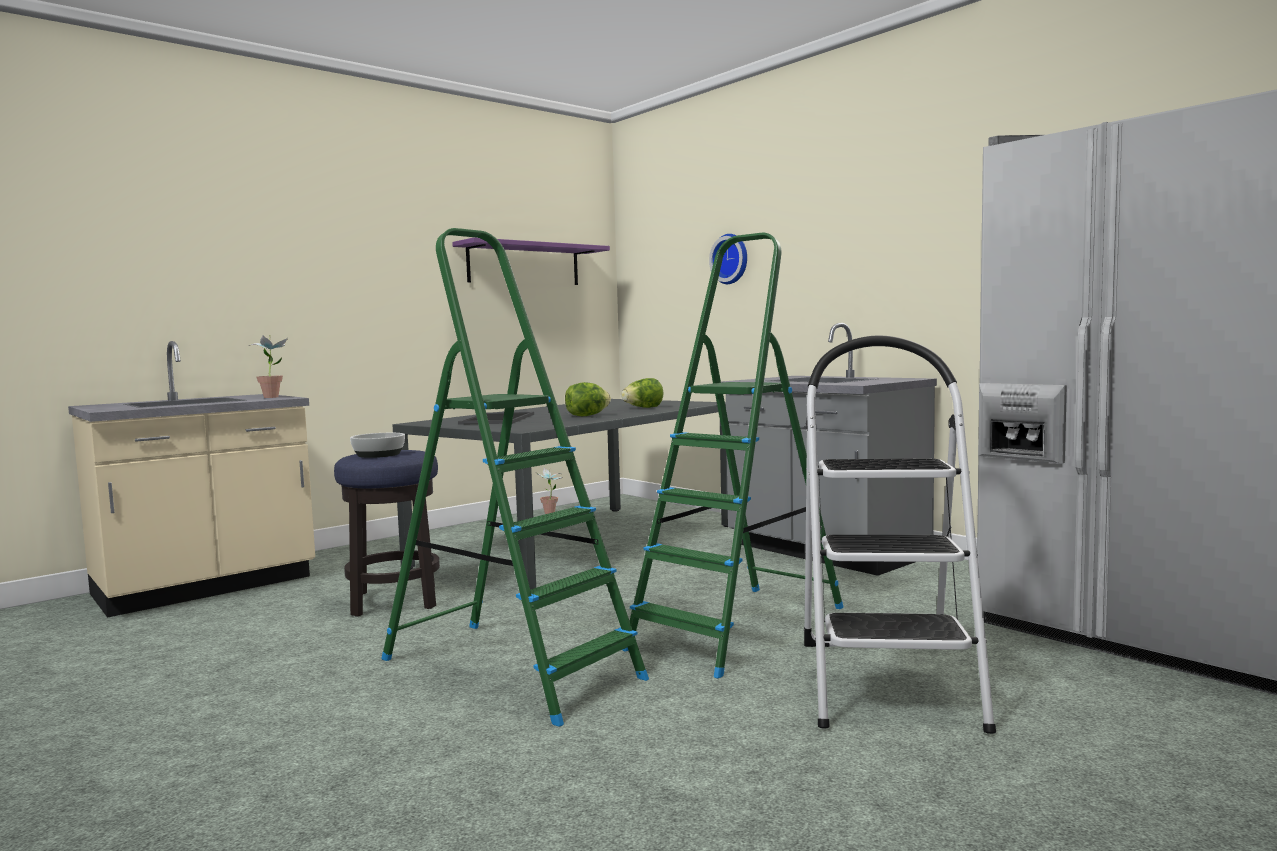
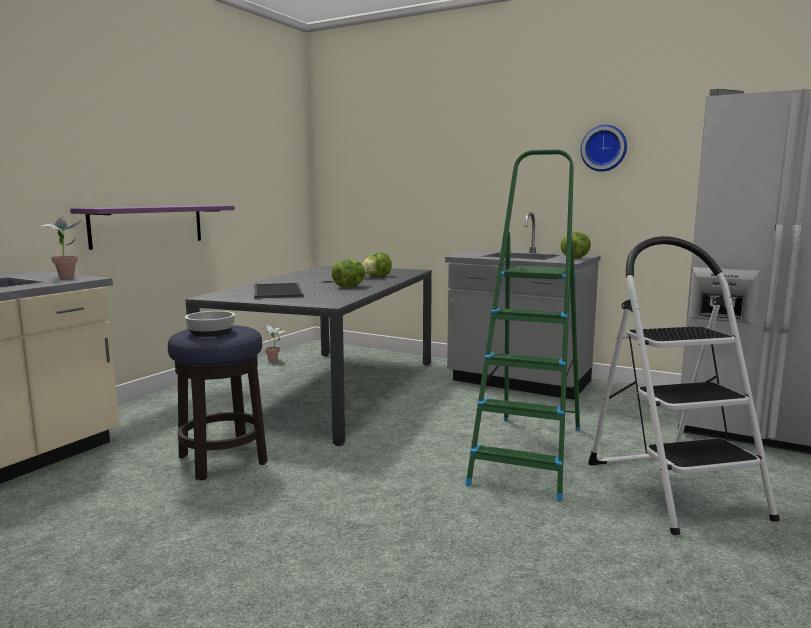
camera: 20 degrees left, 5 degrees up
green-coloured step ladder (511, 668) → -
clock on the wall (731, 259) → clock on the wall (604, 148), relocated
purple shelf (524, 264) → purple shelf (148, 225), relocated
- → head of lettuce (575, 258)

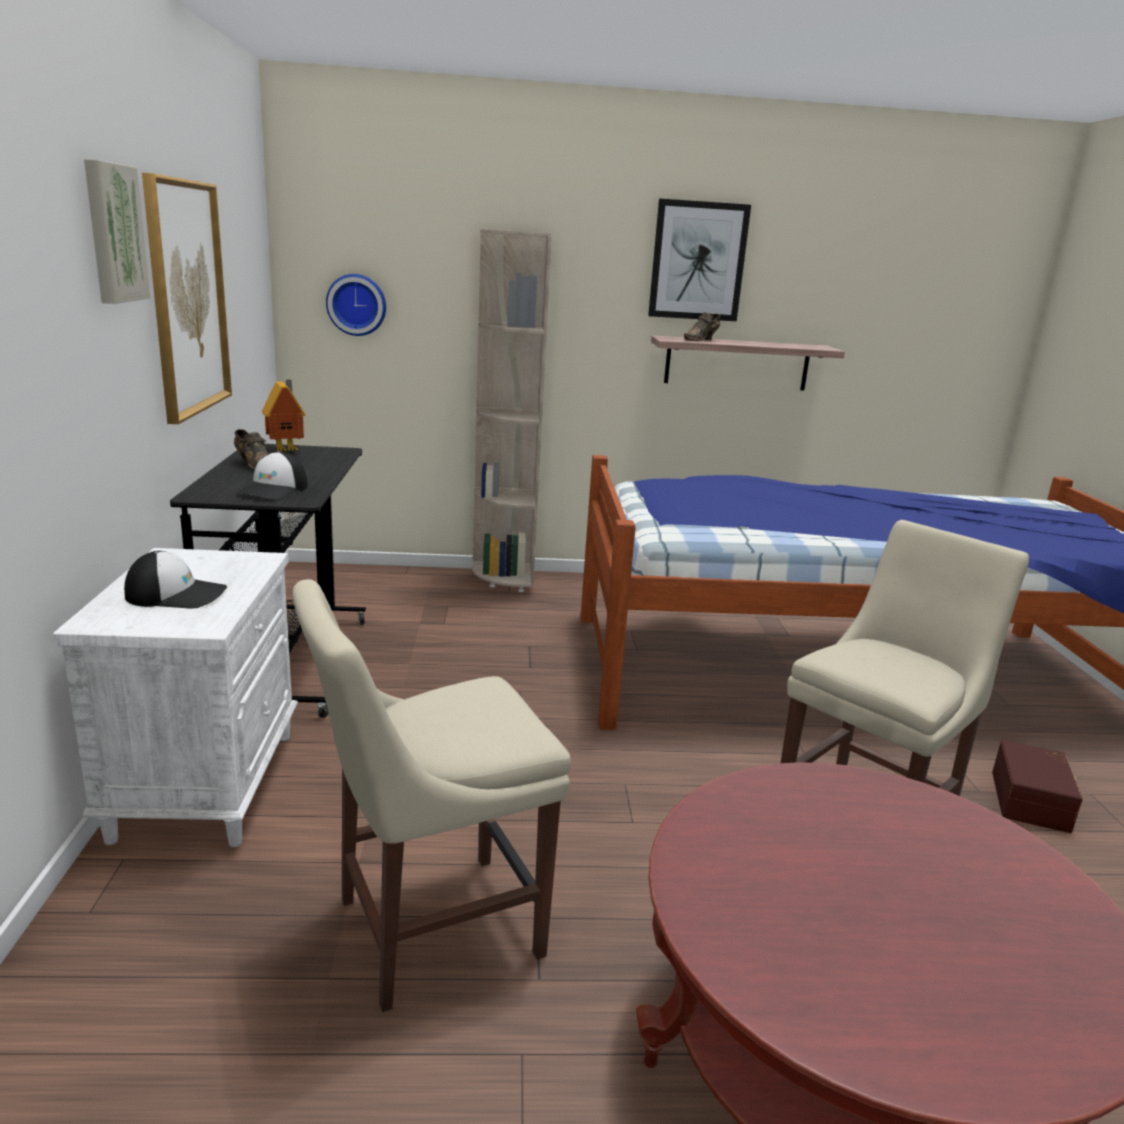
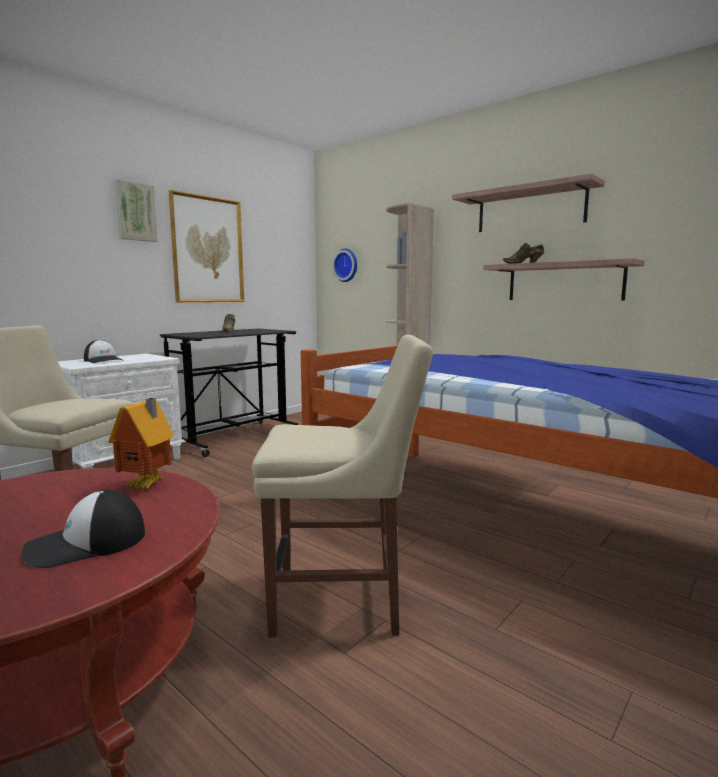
camera: 45 degrees right, 10 degrees down
wall art (698, 261) → shelf (530, 209)
model house (287, 450) → model house (148, 485), relocated
baseball cap (274, 490) → baseball cap (86, 544), relocated
brownish storage container (1032, 801) → -

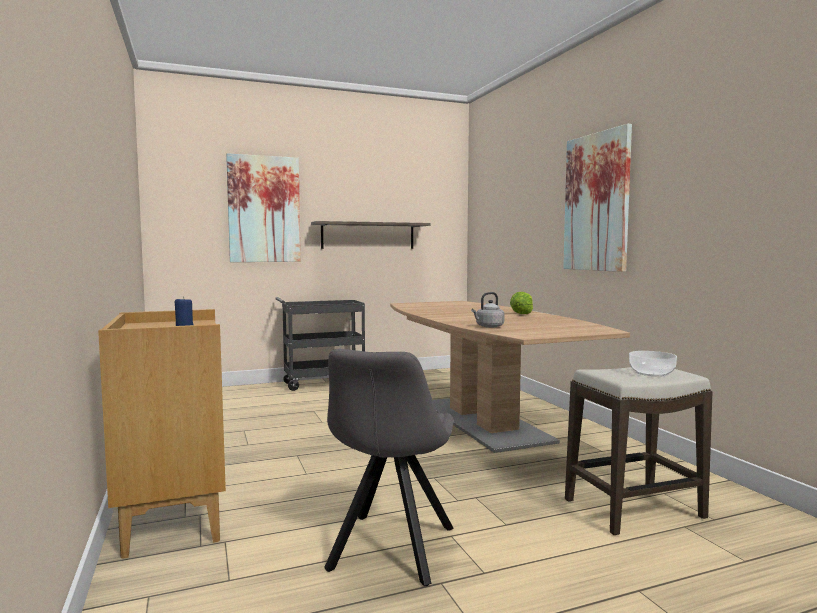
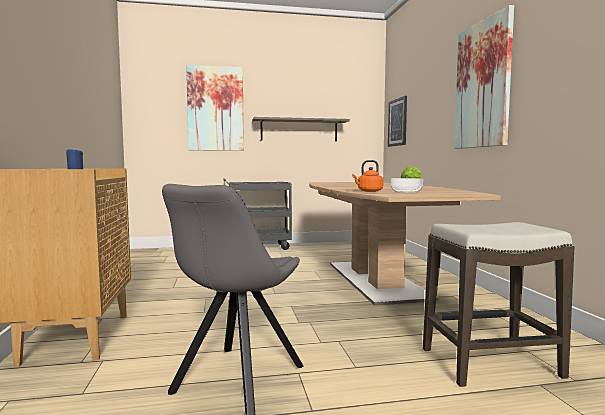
camera: 10 degrees right, 0 degrees up
gray kettle (488, 326) → orange-coloured kettle (369, 191)
serving bowl (652, 373) → serving bowl (406, 192), relocated
- → wall art (397, 122)

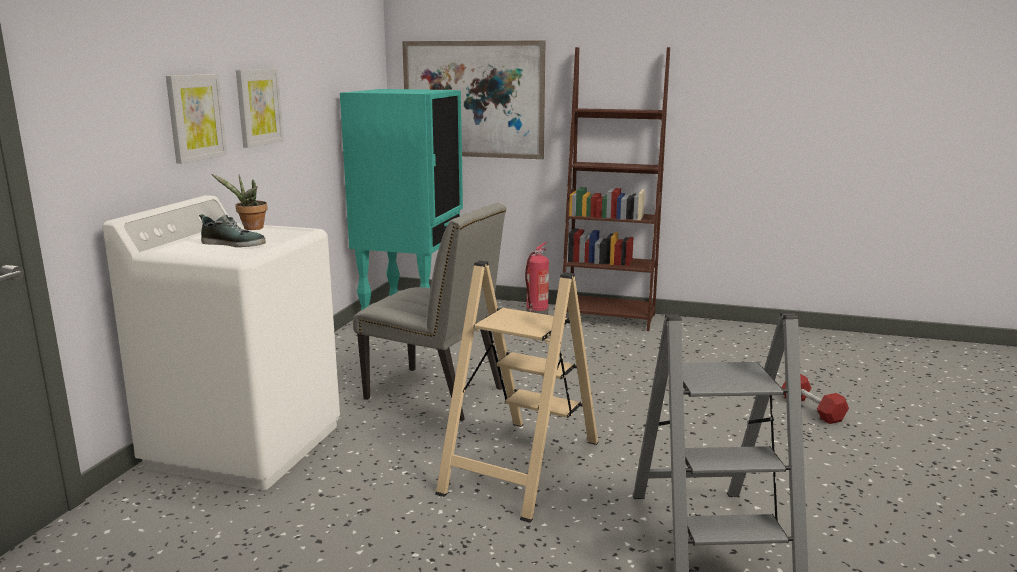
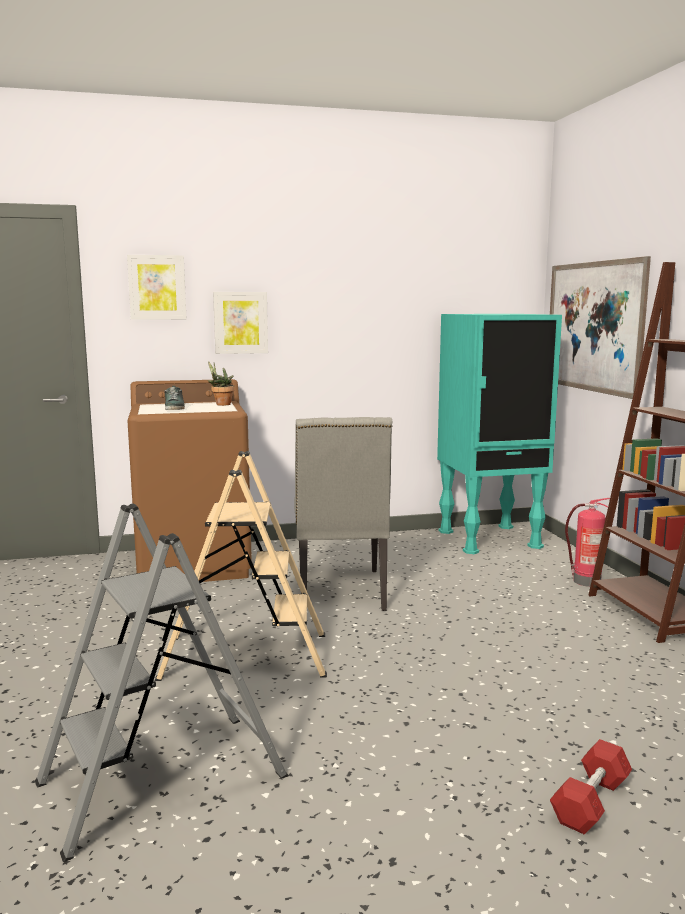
camera: 60 degrees right, 5 degrees down
wall art (258, 107) → wall art (157, 287), relocated
white-coloured washing machine (246, 445) → brownish washing machine (194, 564)

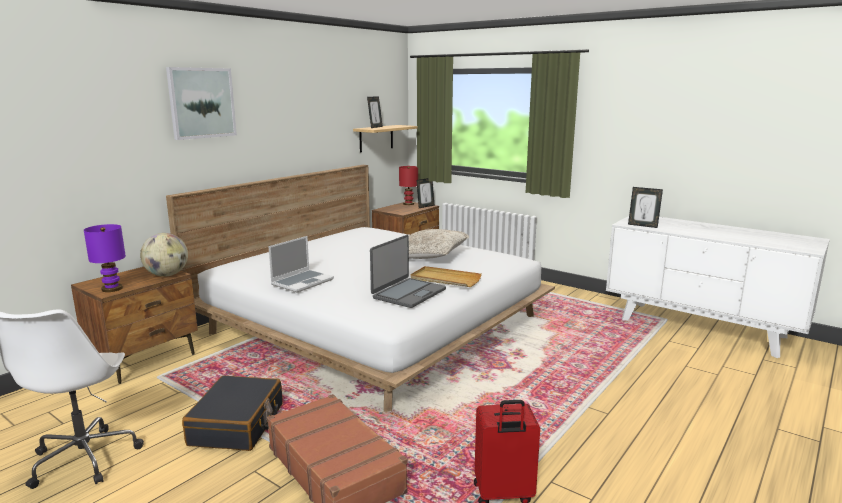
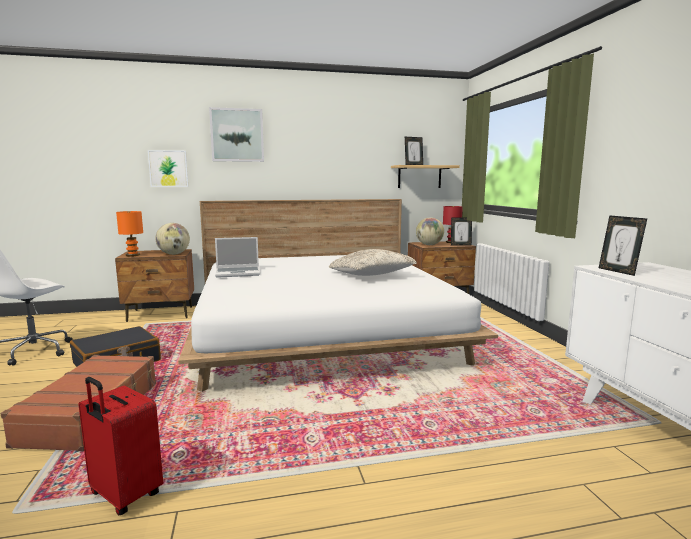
camera: 40 degrees right, 5 degrees down
purple tabletop lamp (112, 288) → orange-coloured tabletop lamp (133, 255)
laptop (408, 293) → -
beige-coloured carrying tray (445, 279) → -
- → wall art (168, 168)
- → globe (429, 245)

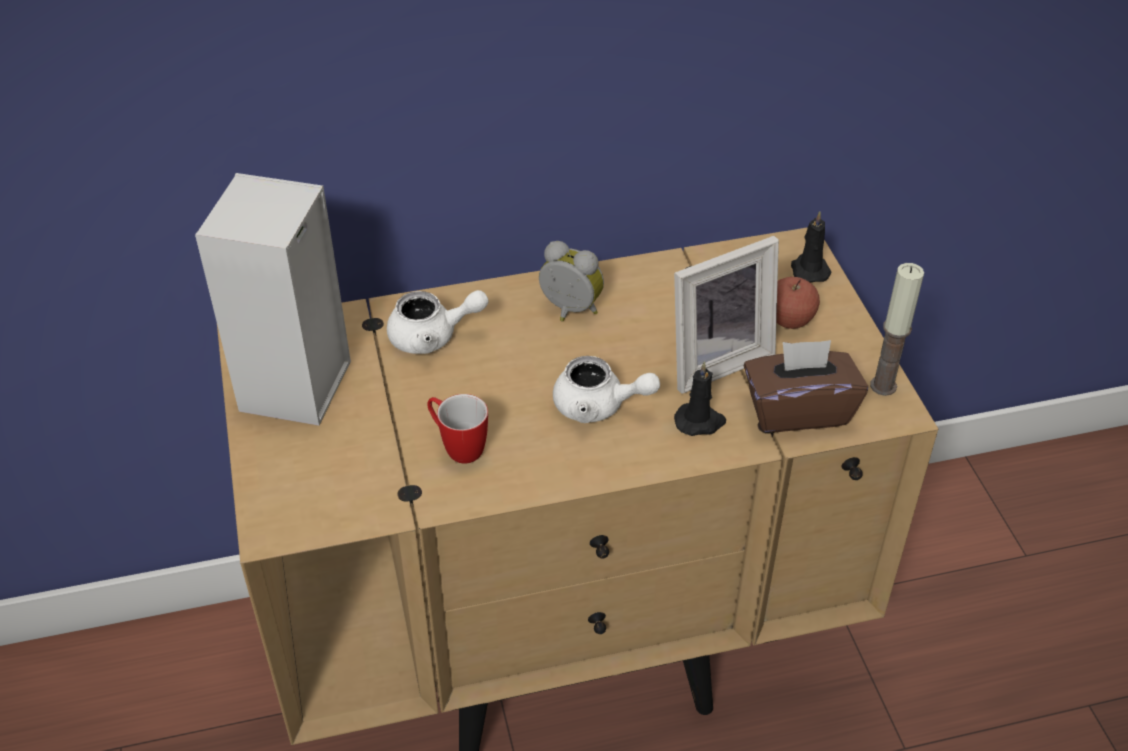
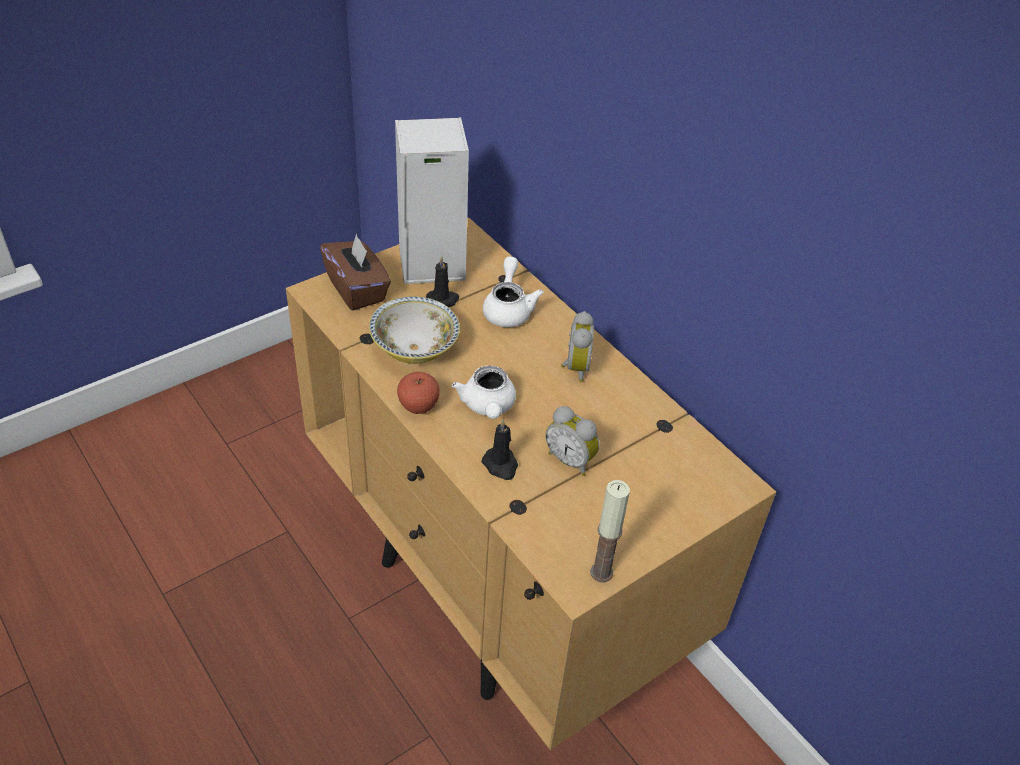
camera: 65 degrees right, 0 degrees up
black-coloured wax light (809, 269) → black-coloured wax light (442, 300), relocated
standing frame (715, 359) → alarm clock (571, 459)
whole apple (789, 320) → whole apple (418, 406), relocated
white-coloured pot for tea (433, 336) → white-coloured pot for tea (508, 309), 150 degrees counterclockwise
brownish tissue holder (798, 410) → brownish tissue holder (357, 289), relocated
tea mug (457, 447) → serving bowl (415, 348)

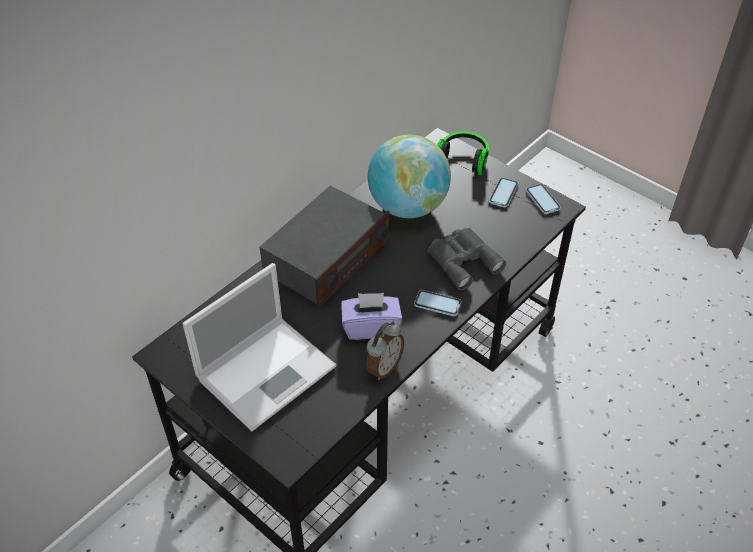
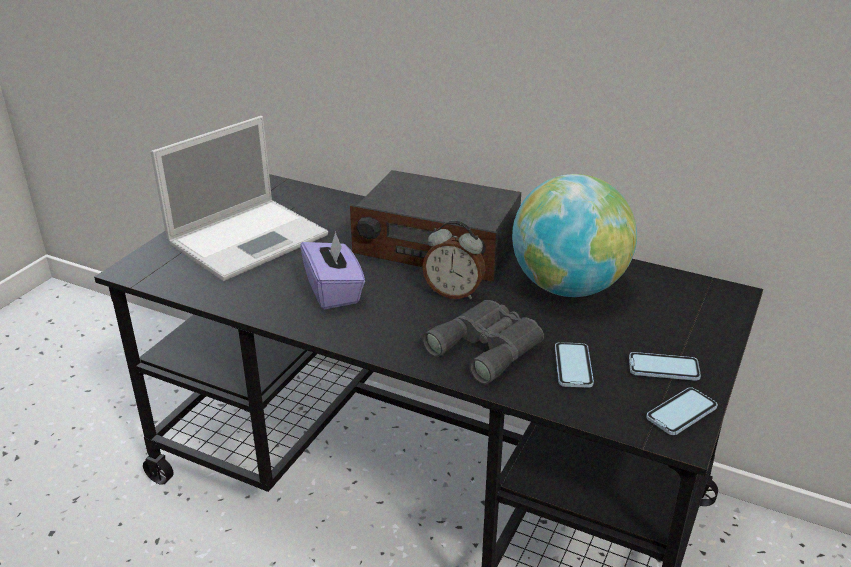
camera: 75 degrees right, 15 degrees down
pair of headphones (463, 159) → -
laptop (268, 371) → laptop (250, 238), 75 degrees counterclockwise
phone (437, 304) → phone (573, 366), relocated
alarm clock (384, 367) → alarm clock (453, 293), relocated

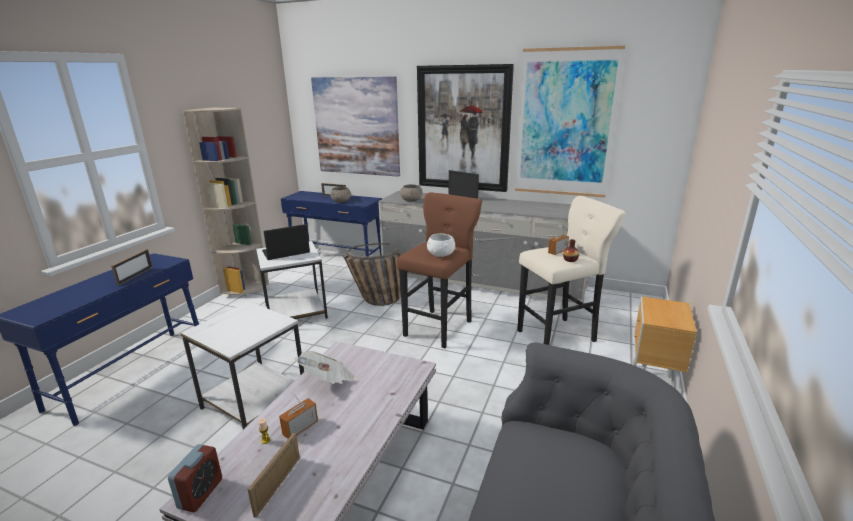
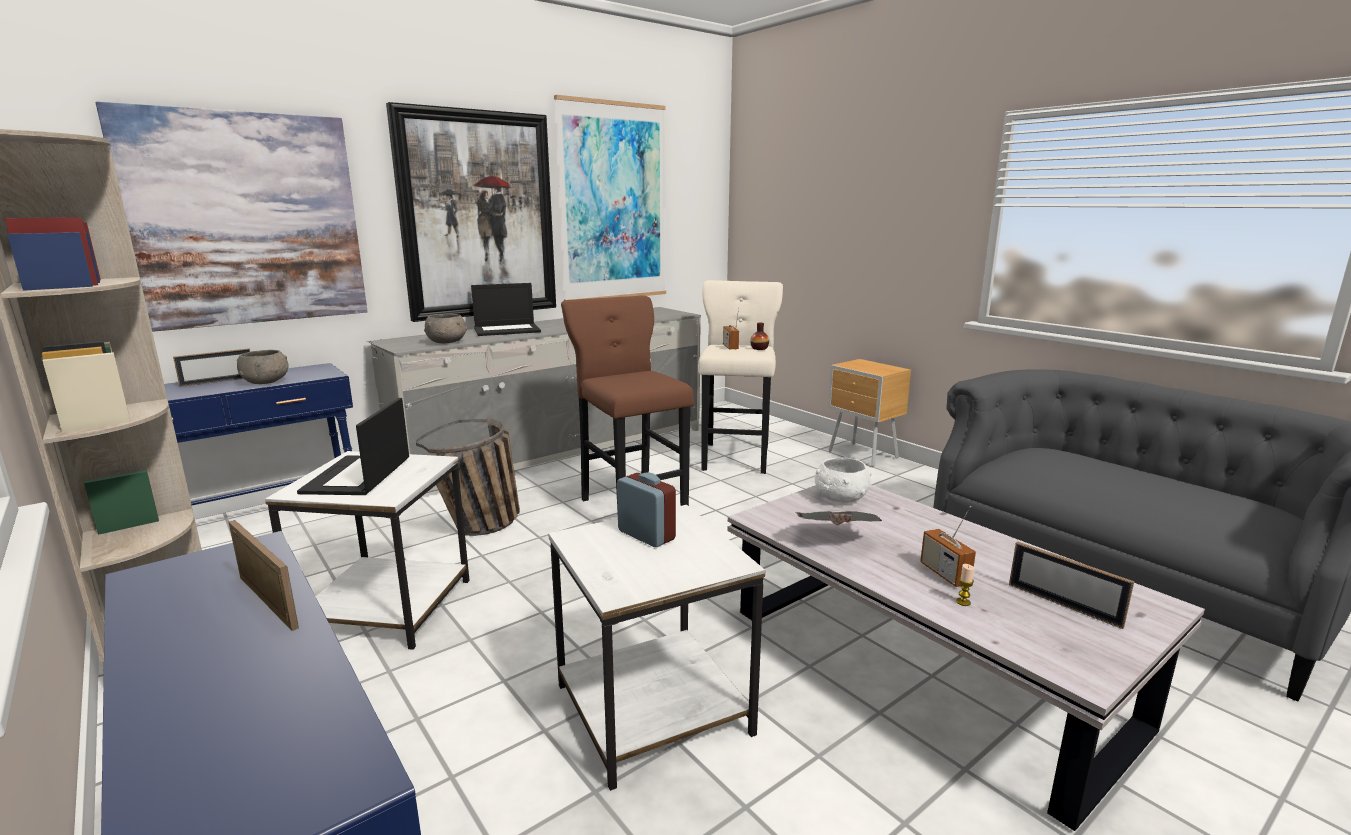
camera: 60 degrees left, 5 degrees down
white-coloured serving bowl (440, 254) → white-coloured serving bowl (840, 498), relocated
alarm clock (200, 493) → alarm clock (646, 535), relocated

